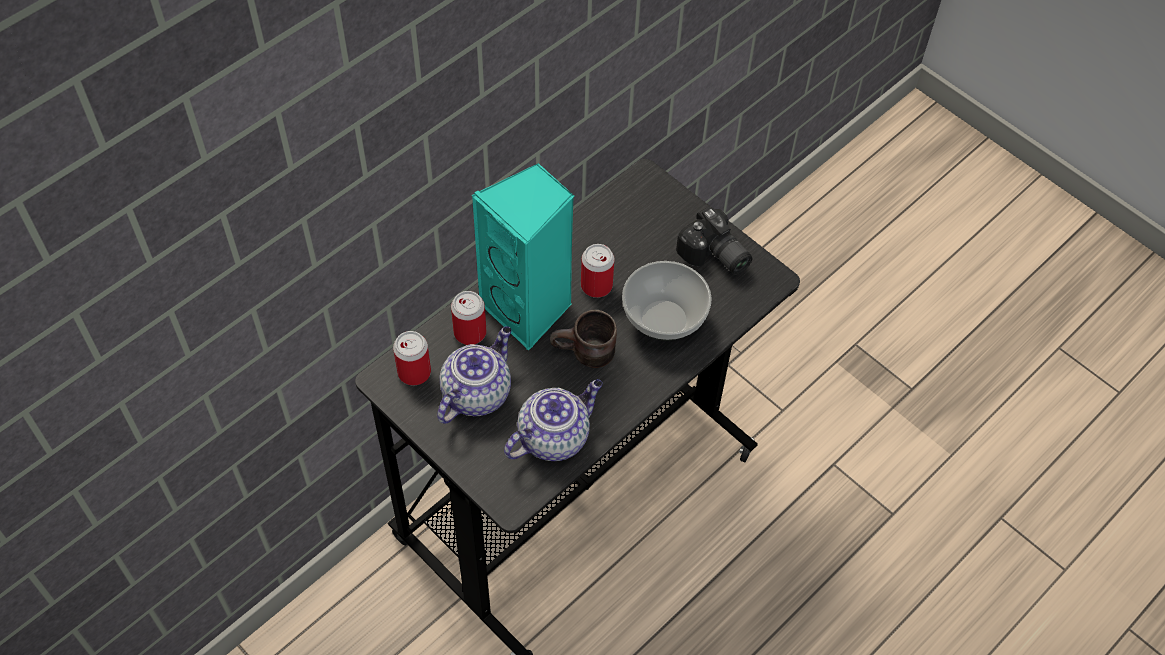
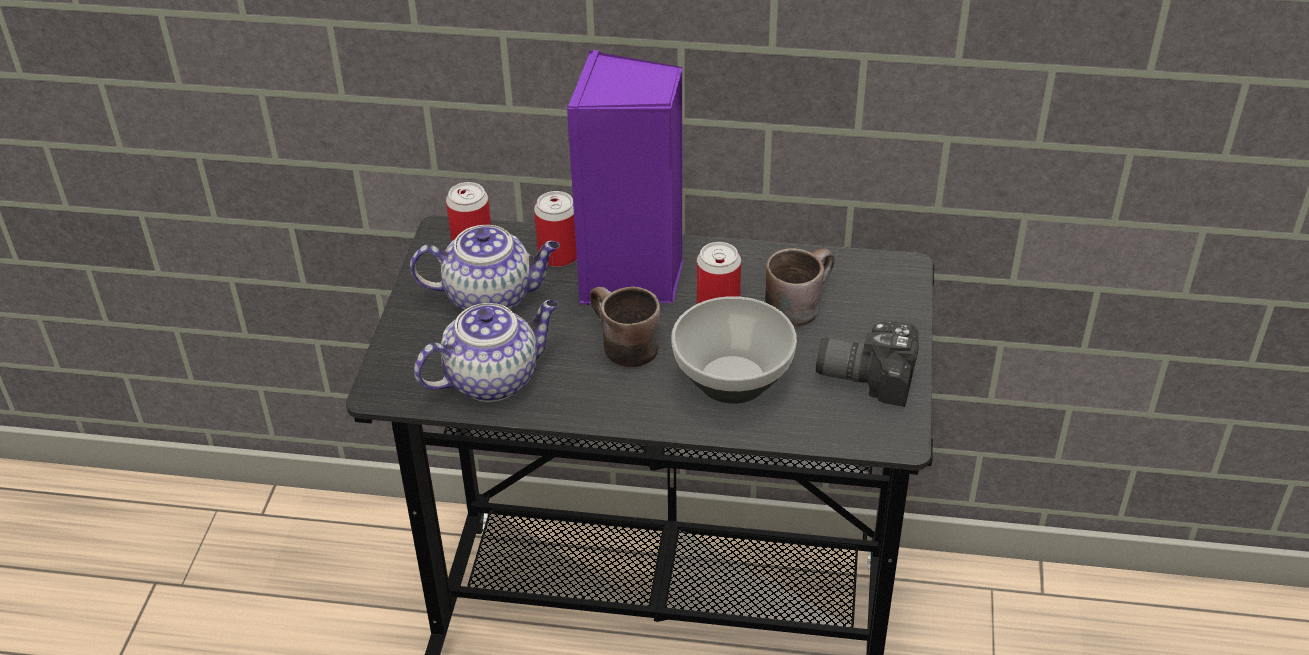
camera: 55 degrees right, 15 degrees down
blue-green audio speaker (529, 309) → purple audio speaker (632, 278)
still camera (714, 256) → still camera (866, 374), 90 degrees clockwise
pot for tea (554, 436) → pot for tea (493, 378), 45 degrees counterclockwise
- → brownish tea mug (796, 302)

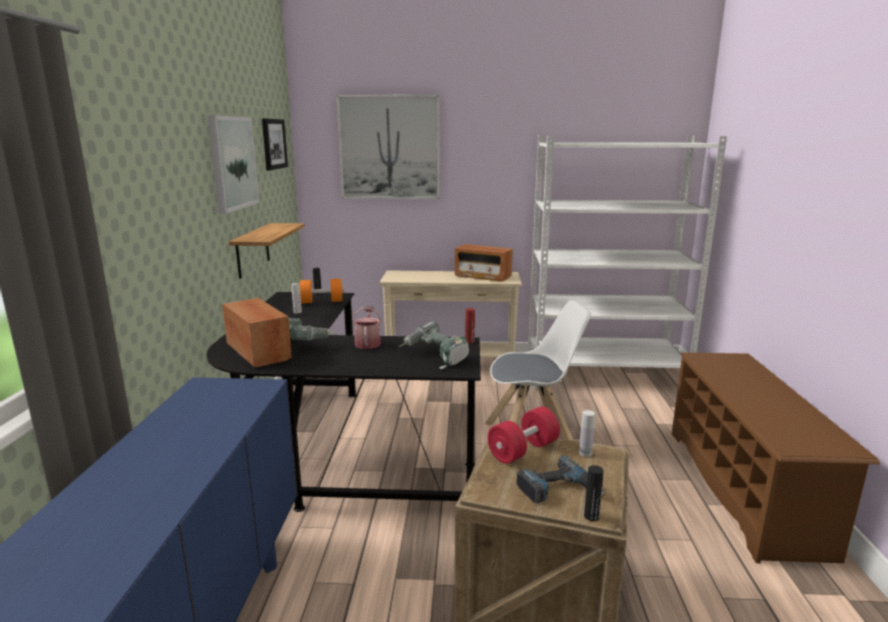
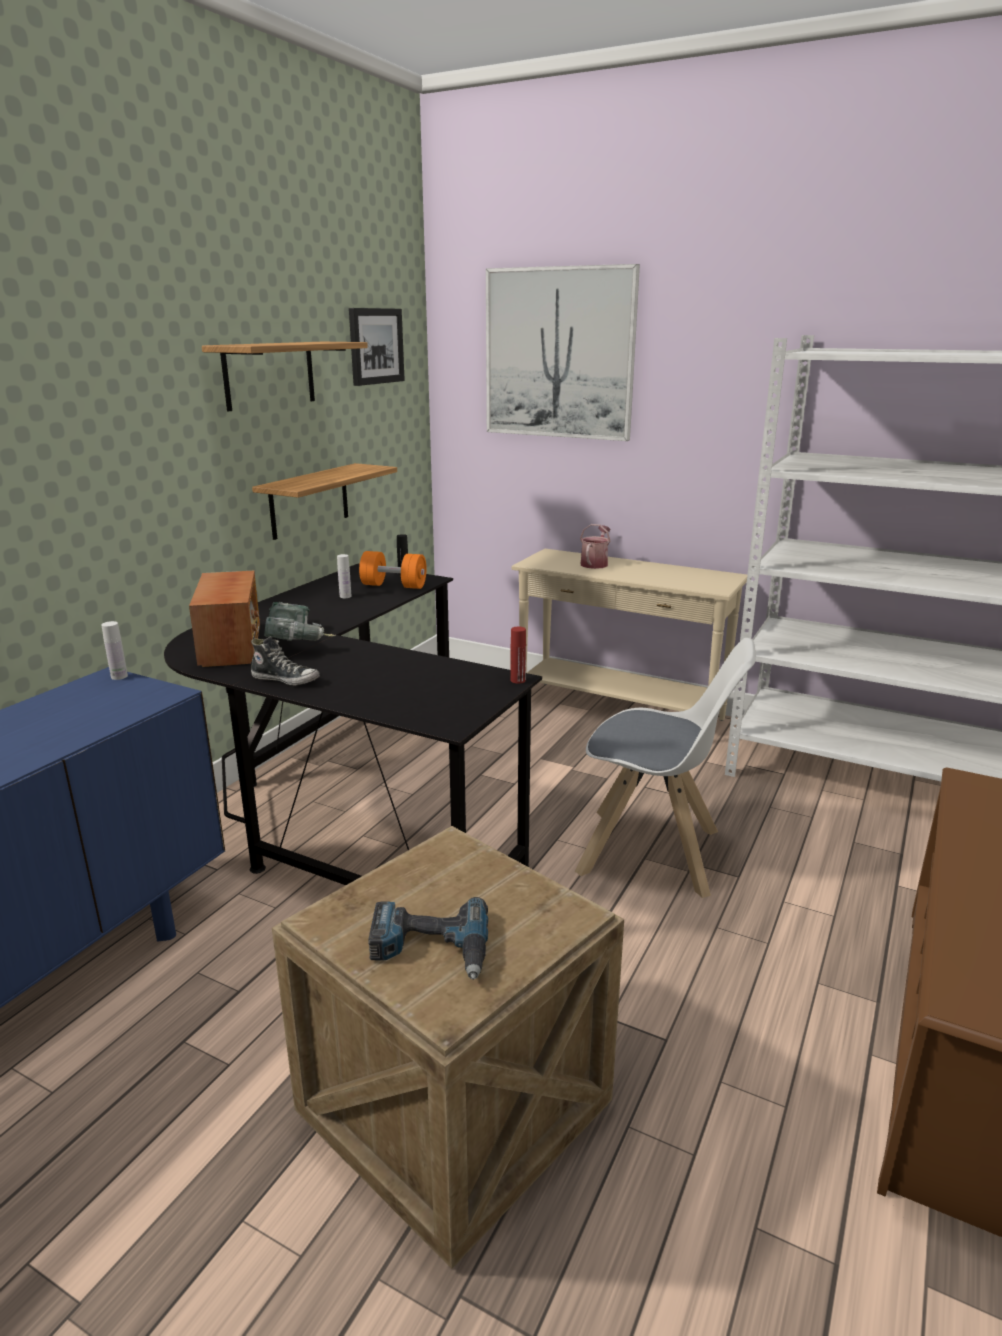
camera: 25 degrees right, 5 degrees up
wall art (232, 163) → shelf (269, 374)
radio (483, 276) → -
sprinkling can (368, 342) → sprinkling can (595, 563), relocated
power drill (434, 357) → -
red free weight (523, 450) → -
white-coloured drink bottle (585, 453) → white-coloured drink bottle (119, 676), relocated
black-coloured drink bottle (591, 516) → -
- → shoe (286, 679)

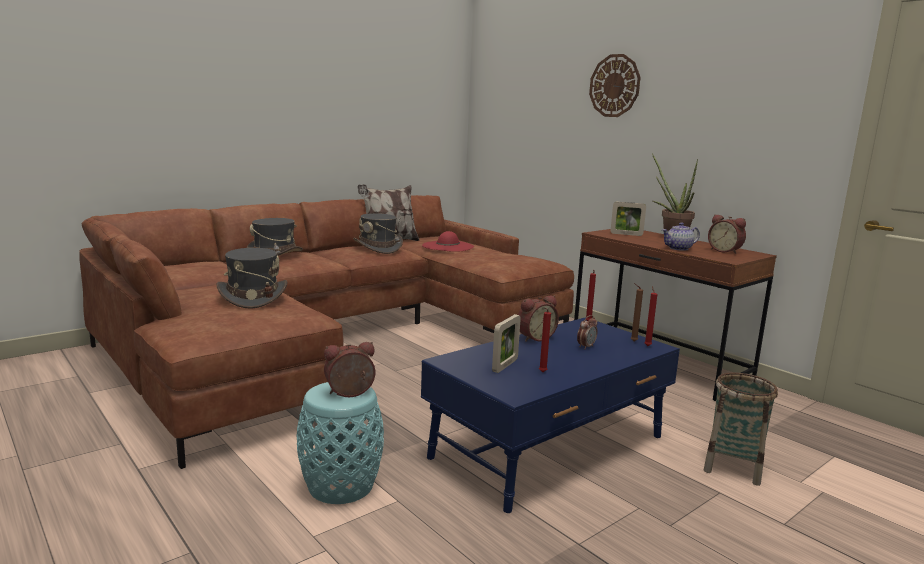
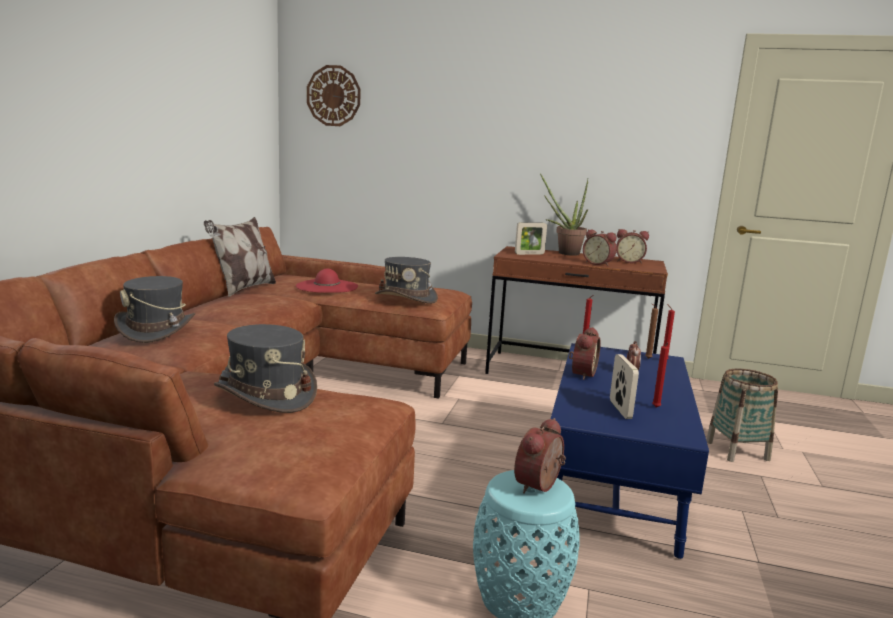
camera: 35 degrees left, 0 degrees up
clock on the wall (614, 86) → clock on the wall (333, 96), relocated
gray hat (378, 248) → gray hat (406, 298), relocated
pot for tea (678, 248) → alarm clock (598, 263)

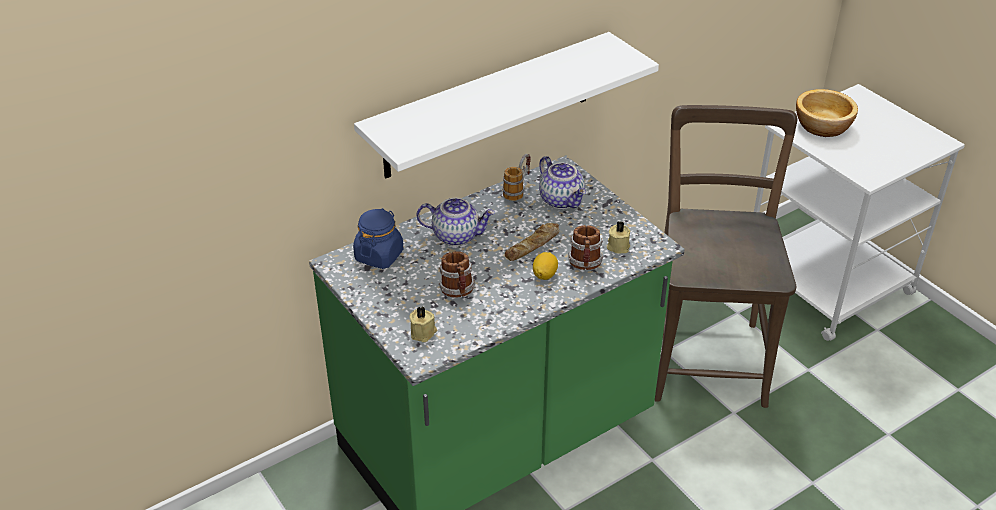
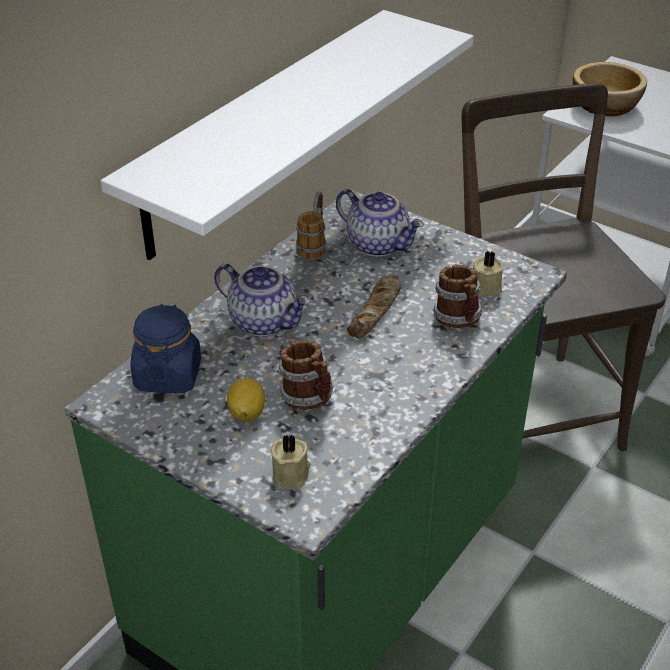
camera: 20 degrees left, 0 degrees up
pot for tea (456, 235) → pot for tea (264, 321), 45 degrees clockwise
lemon (544, 275) → lemon (247, 412), relocated

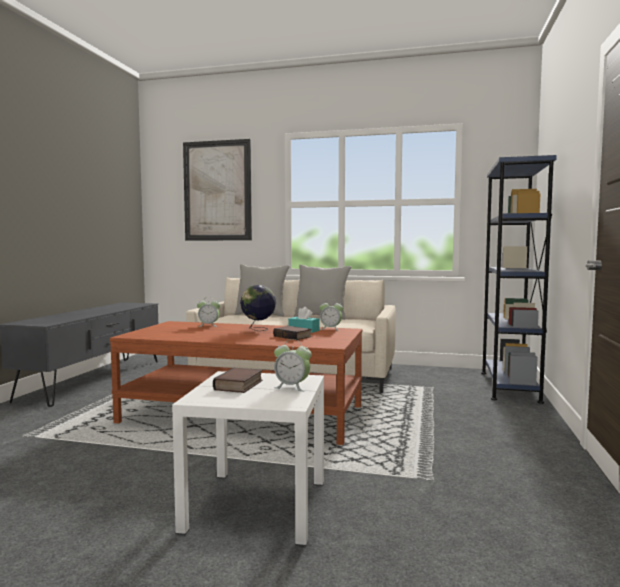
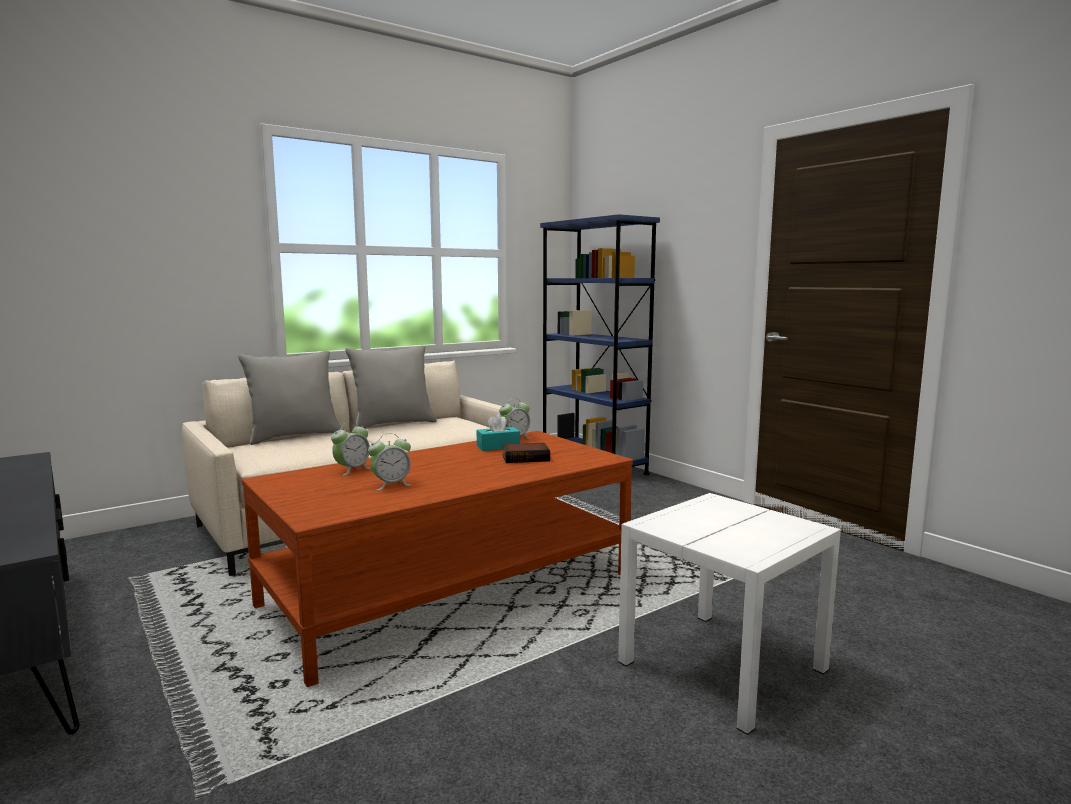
camera: 50 degrees left, 5 degrees up
wall art (217, 191) → -
globe (258, 330) → -
alarm clock (292, 387) → alarm clock (391, 485), relocated
book (239, 385) → -

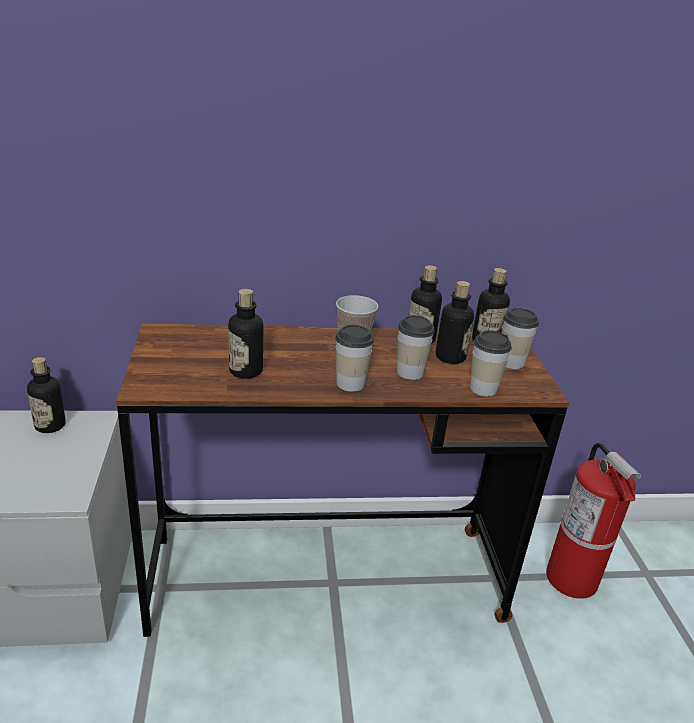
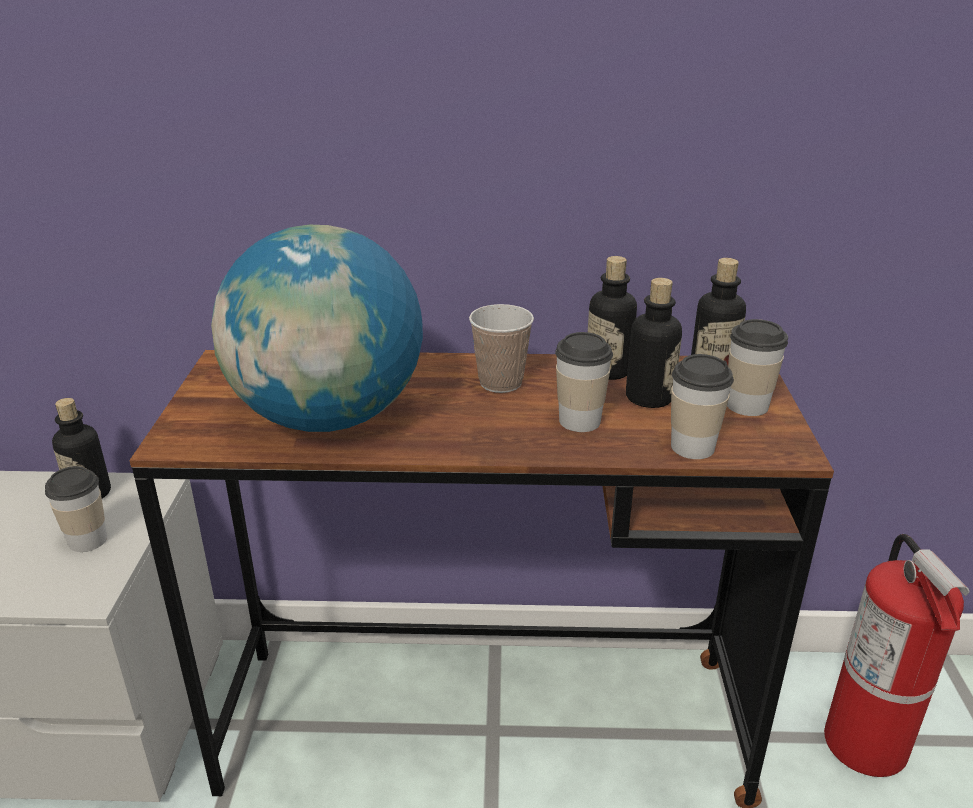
camera: 10 degrees right, 0 degrees up
drink bottle (245, 371) → globe (329, 418)
cup (350, 384) → cup (87, 540), relocated

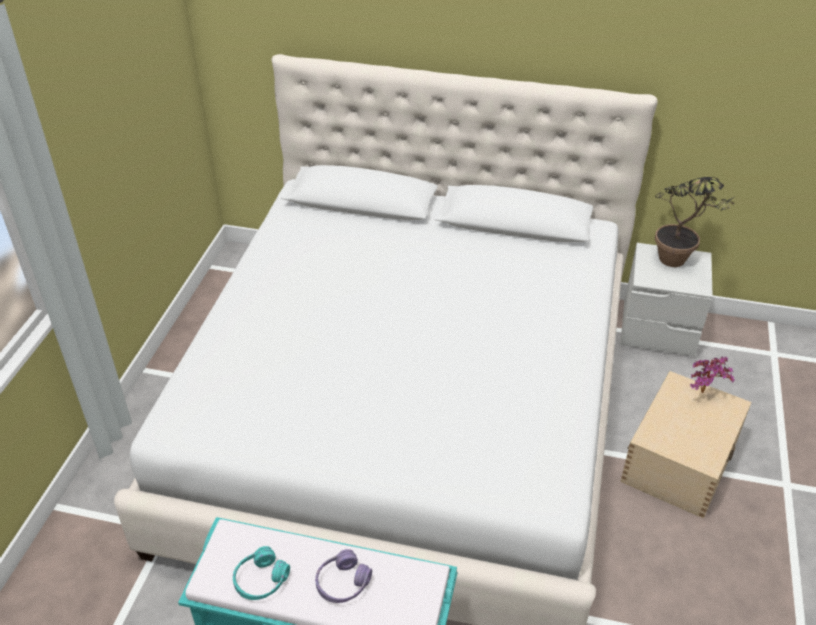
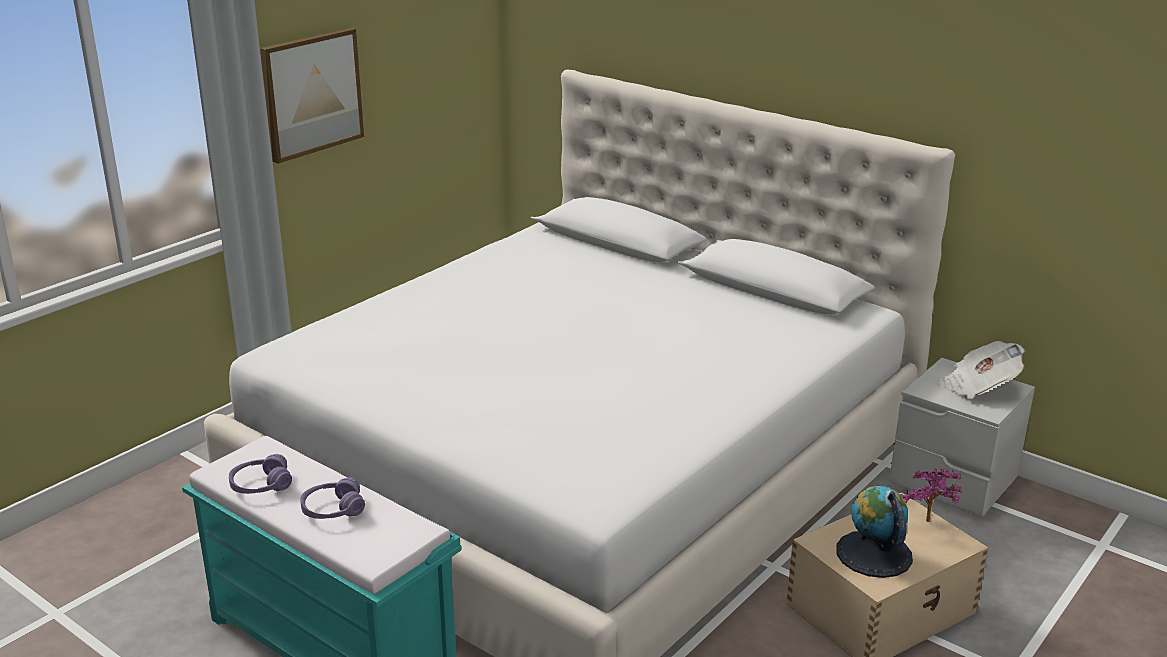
camera: 25 degrees right, 15 degrees down
plant in a pot (678, 265) → daily paper (978, 387)
blue-green pair of headphones (261, 580) → purple pair of headphones (261, 485)
- → wall art (312, 94)
- → globe (873, 554)

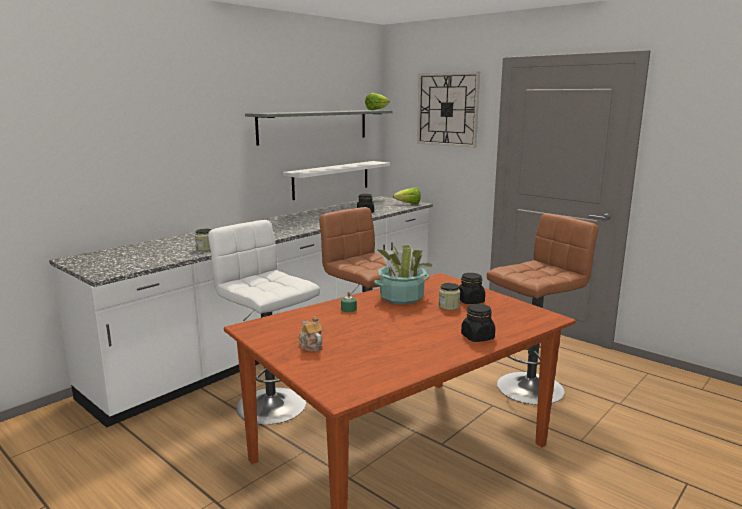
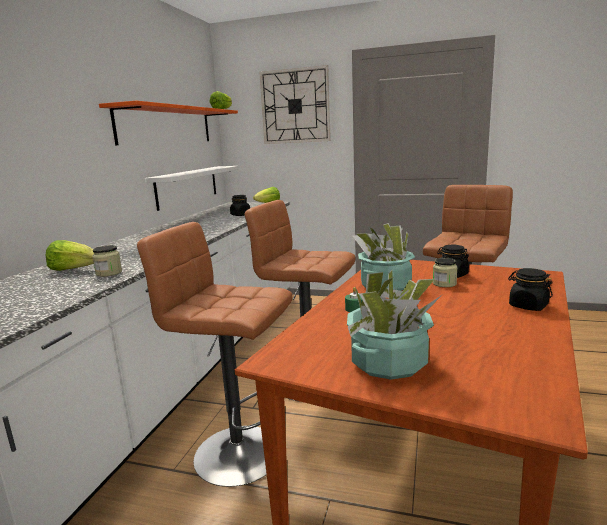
camera: 25 degrees left, 0 degrees up
gray shelf (314, 126) → orange-coloured shelf (167, 126)
white-coloured sitting stool (271, 405) → brownish sitting stool (237, 453)
pot for tea (310, 346) → plant in a pot (389, 362)
- → head of lettuce (73, 270)

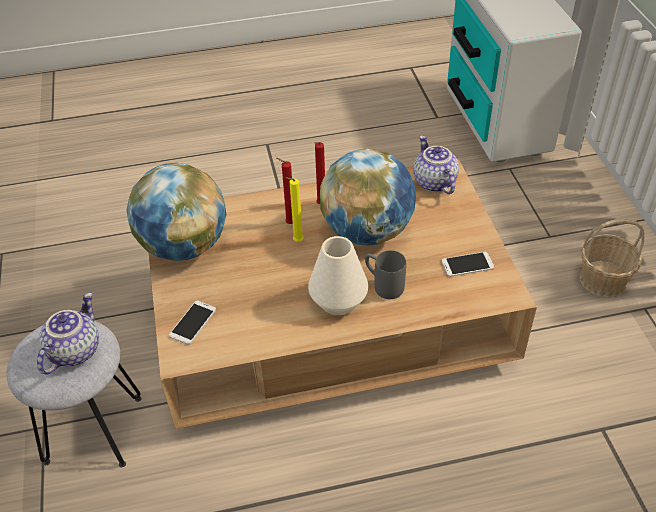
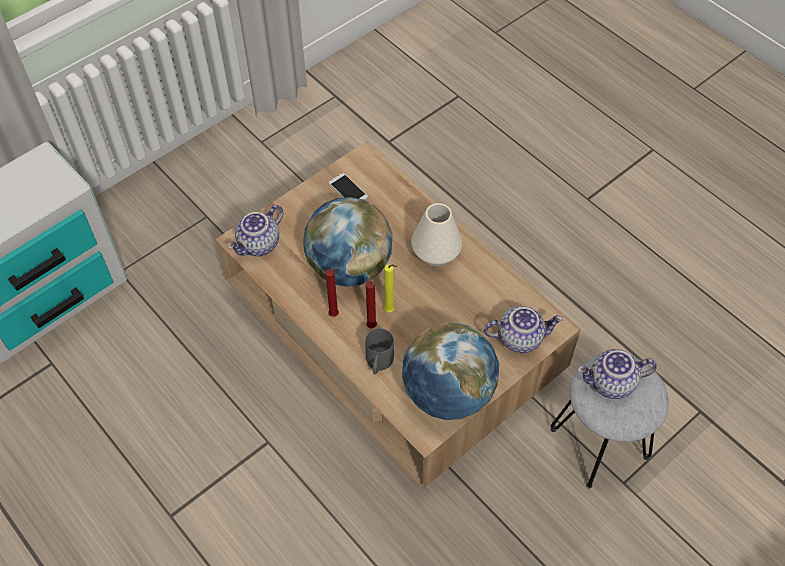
camera: 120 degrees left, 10 degrees up
basket (603, 280) → -
gray tea mug (383, 285) → gray tea mug (378, 364), relocated
phone (192, 323) → pot for tea (520, 337)

